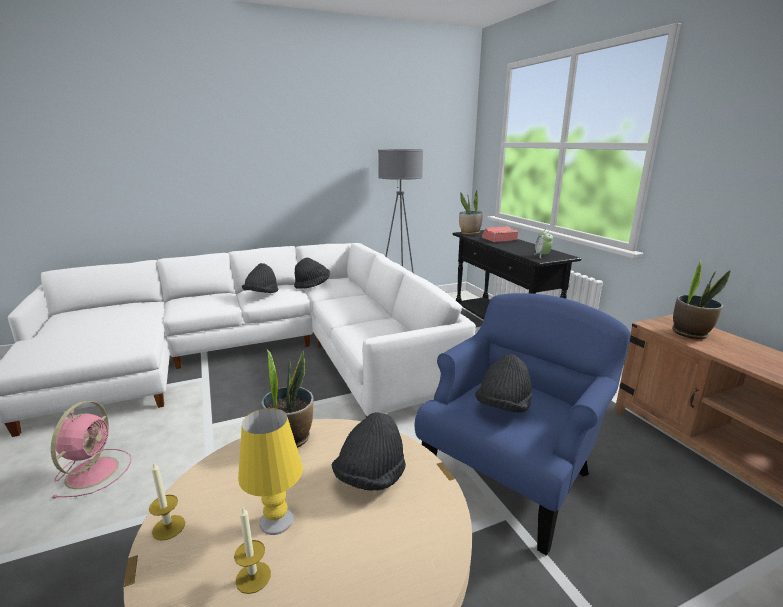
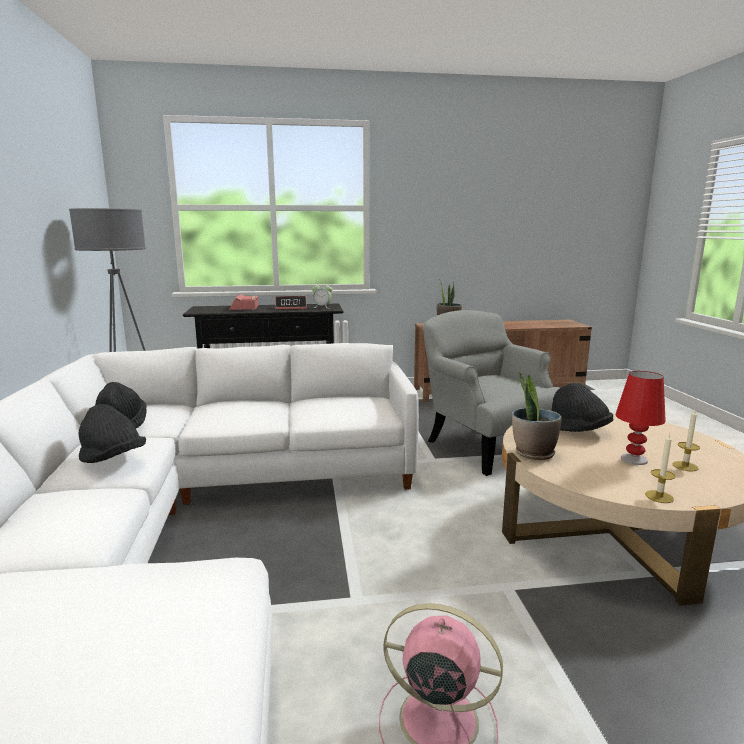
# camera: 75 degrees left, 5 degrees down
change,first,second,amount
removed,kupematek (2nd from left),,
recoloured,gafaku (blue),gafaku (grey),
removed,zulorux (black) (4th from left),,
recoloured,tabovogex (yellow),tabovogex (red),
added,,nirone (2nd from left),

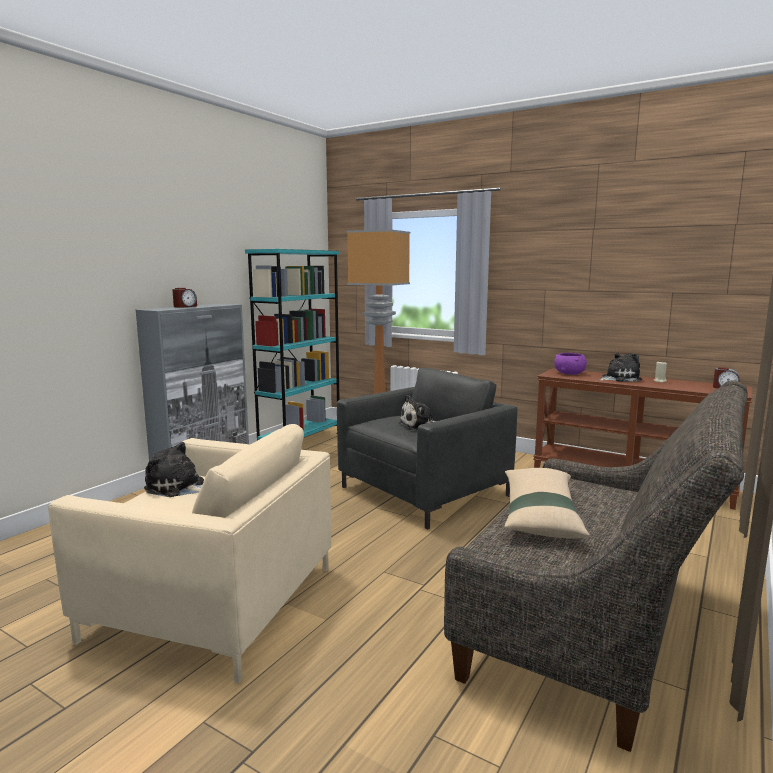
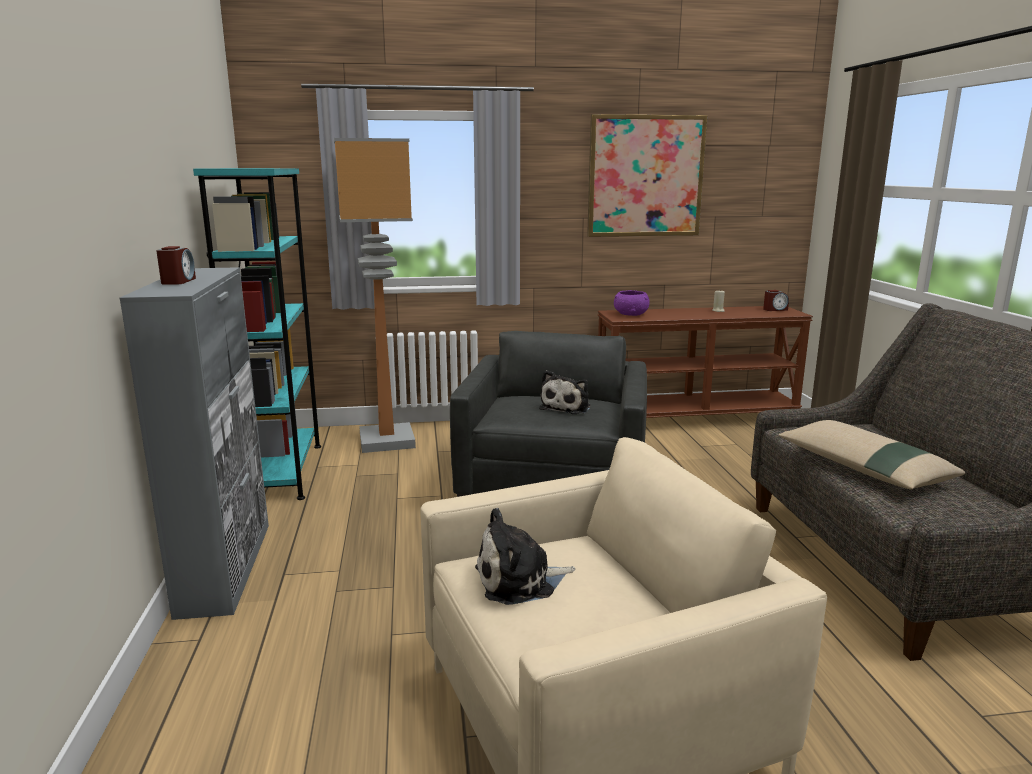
# camera: 40 degrees left, 5 degrees up
change,first,second,amount
removed,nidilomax (3rd from left),,
added,,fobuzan,

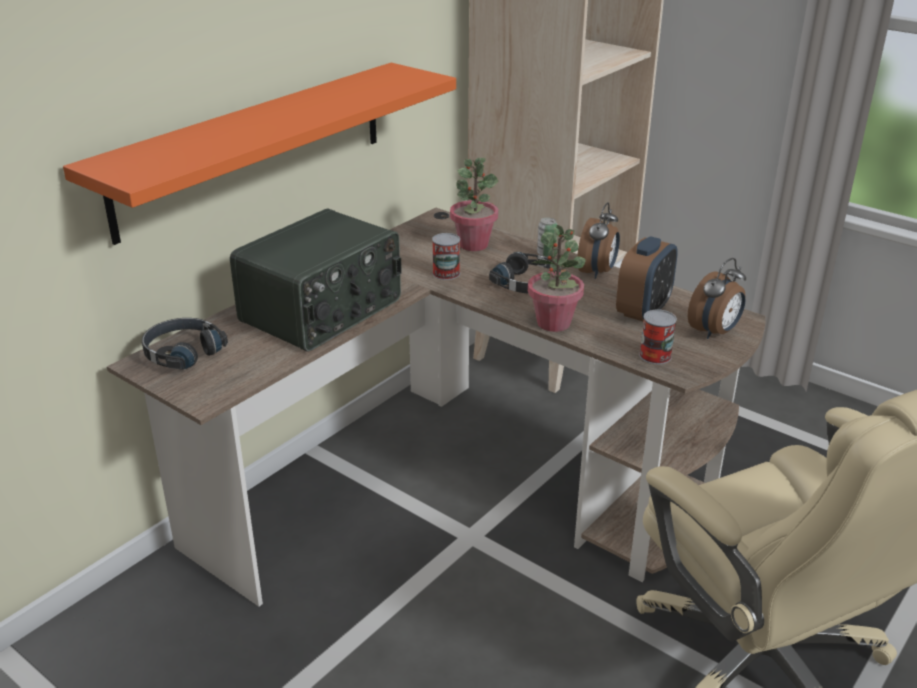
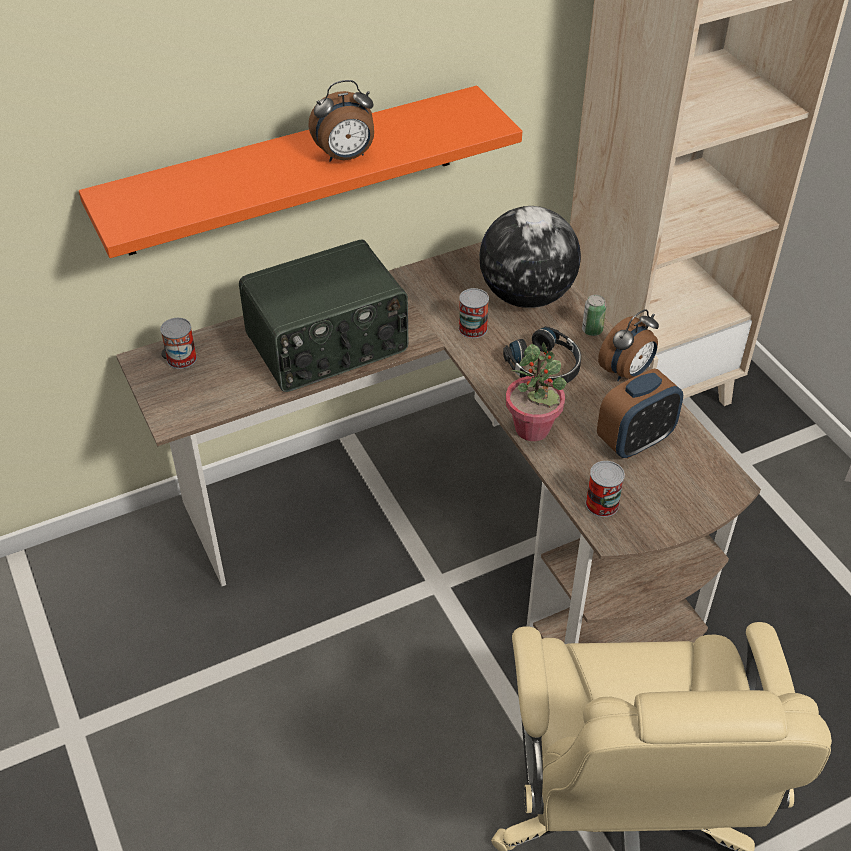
# camera: 25 degrees right, 15 degrees up
change,first,second,amount
replaced,kupematek (1st from left),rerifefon,
moved,nirone (3rd from left in the first image),nirone (1st from left),
replaced,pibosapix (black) (1st from left),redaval (1st from left),

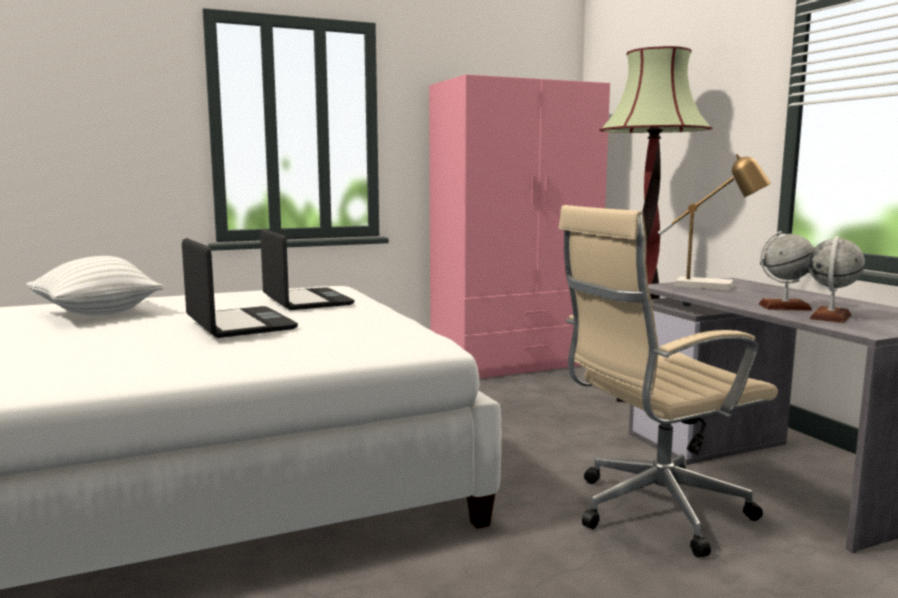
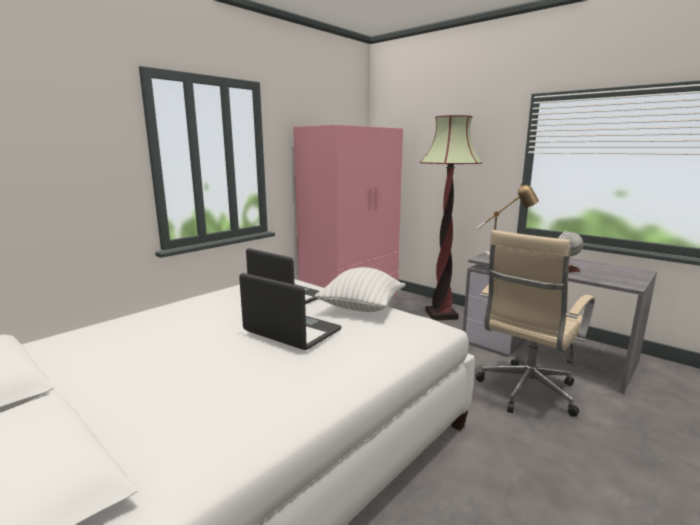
# camera: 25 degrees left, 5 degrees up
change,first,second,amount
removed,rerifefon (2nd from left),,
moved,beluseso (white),,

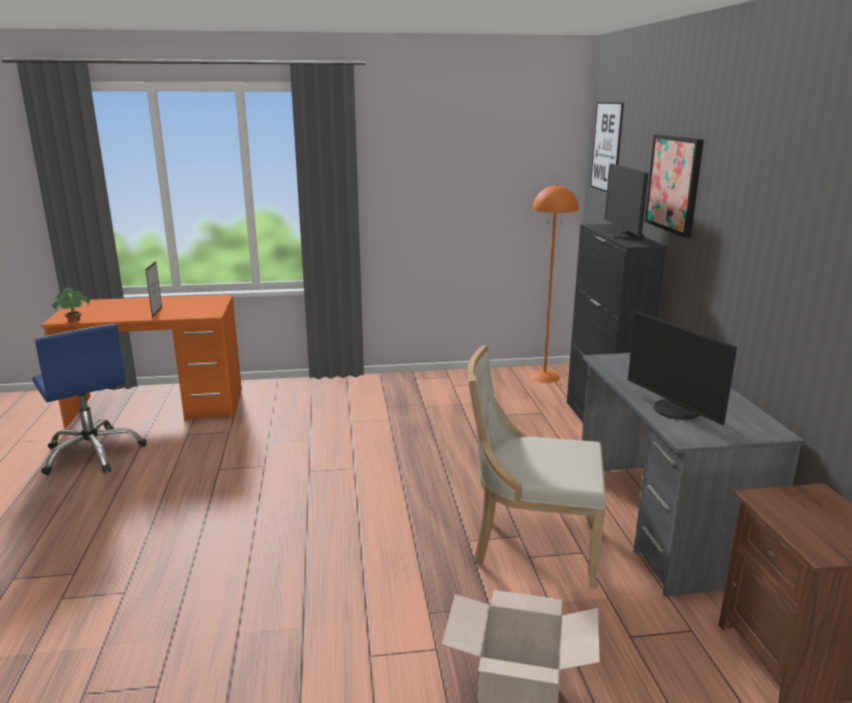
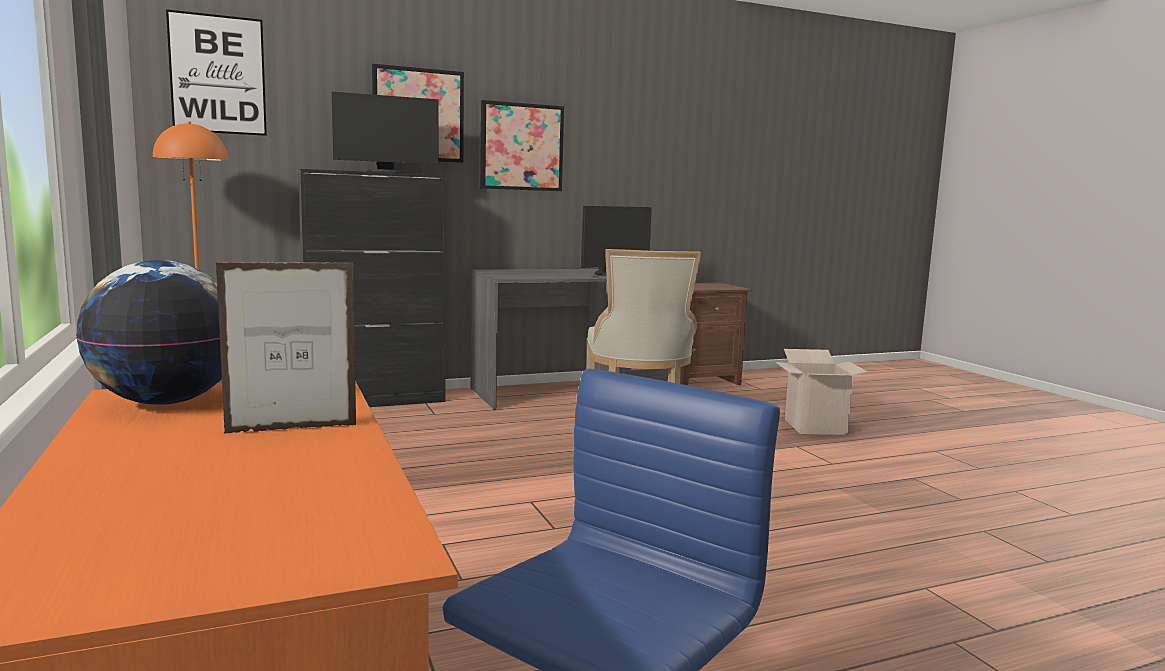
# camera: 105 degrees left, 10 degrees down
change,first,second,amount
removed,kupematek,,
added,,fobuzan (3rd from left),
added,,rerifefon,

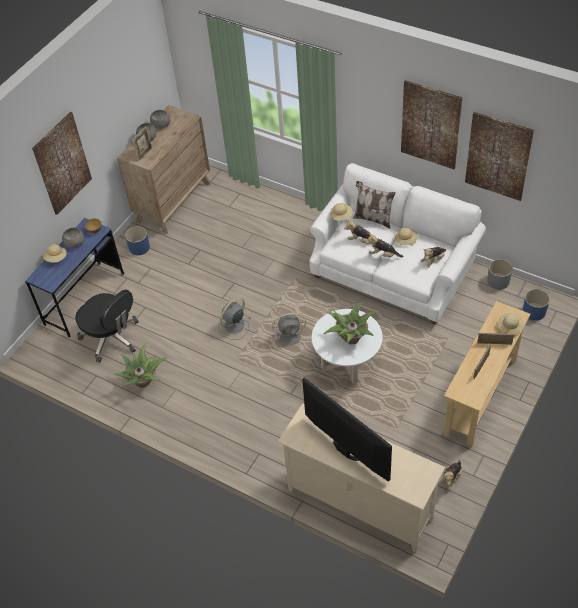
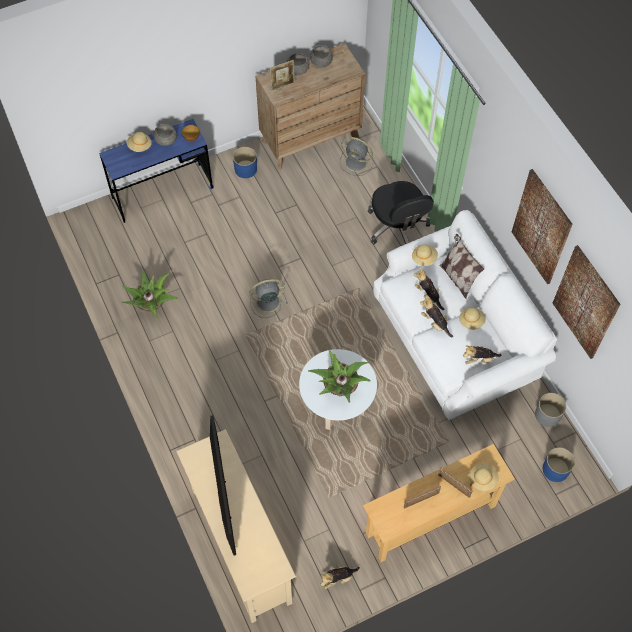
# camera: 30 degrees right, 10 degrees up
change,first,second,amount
removed,fobuzan (1st from left),,
moved,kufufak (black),,
moved,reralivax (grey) (2nd from left),,

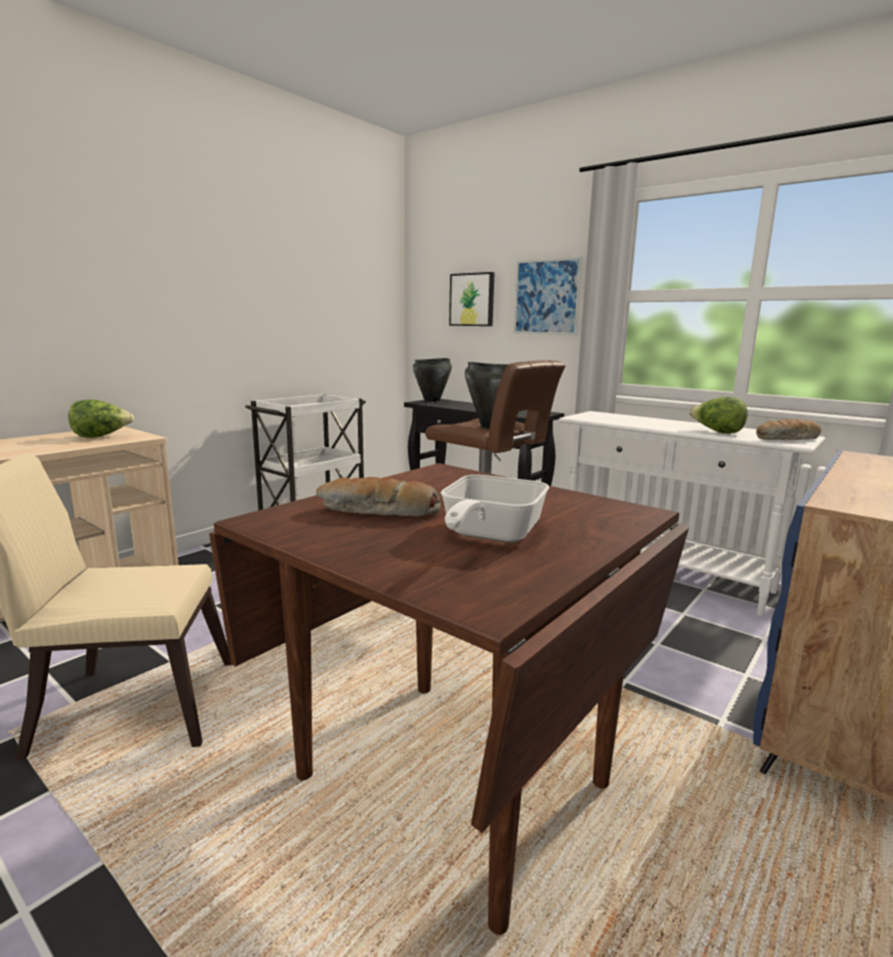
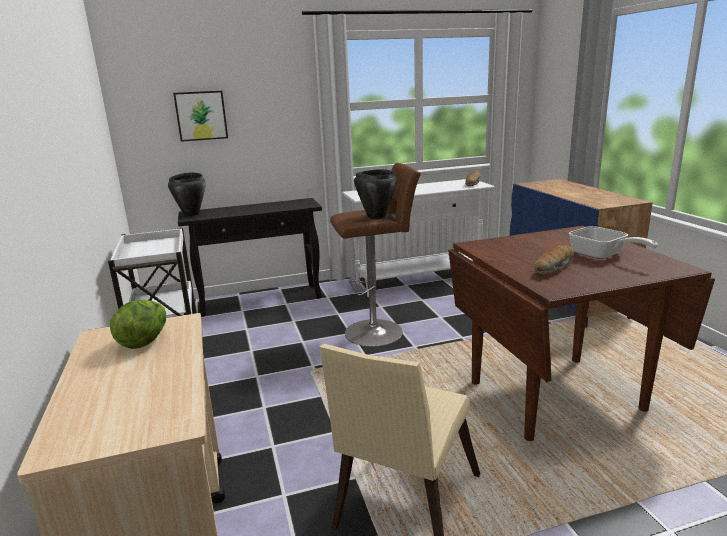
# camera: 55 degrees left, 5 degrees up
change,first,second,amount
removed,fobuzan (2nd from left),,
removed,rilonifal (2nd from left),,

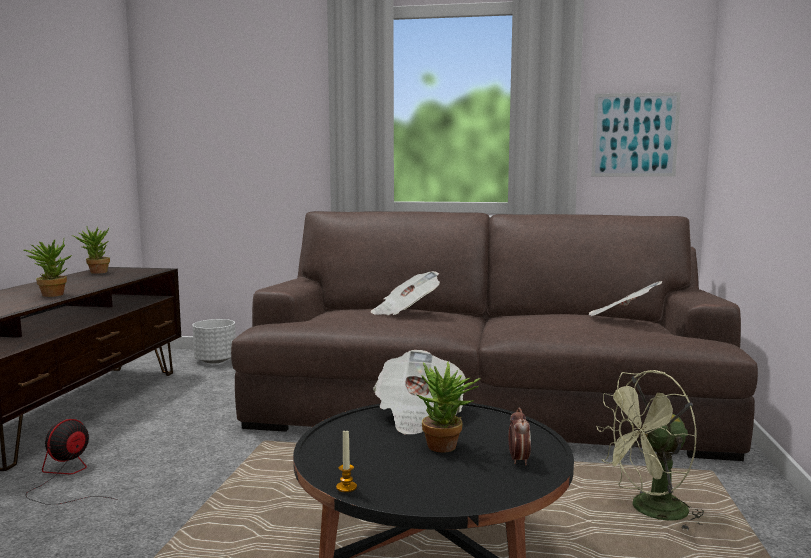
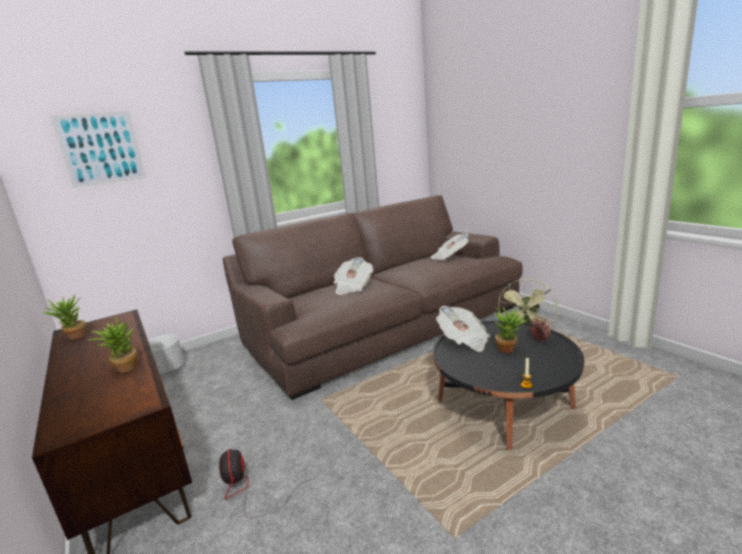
# camera: 40 degrees left, 10 degrees up
change,first,second,amount
moved,fobuzan,,

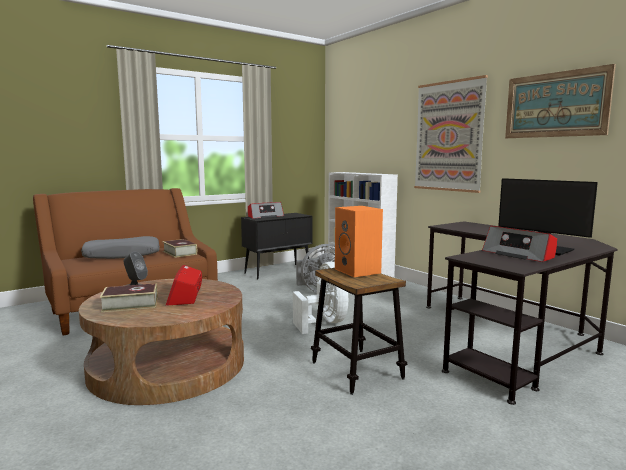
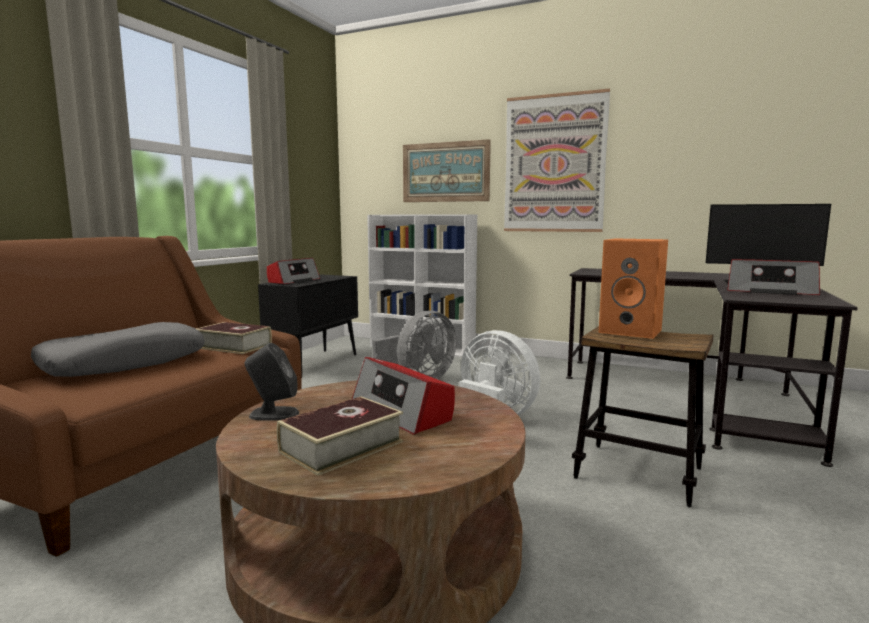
# camera: 30 degrees left, 0 degrees up
change,first,second,amount
moved,fobuzan (2nd from left in the first image),fobuzan (1st from left),

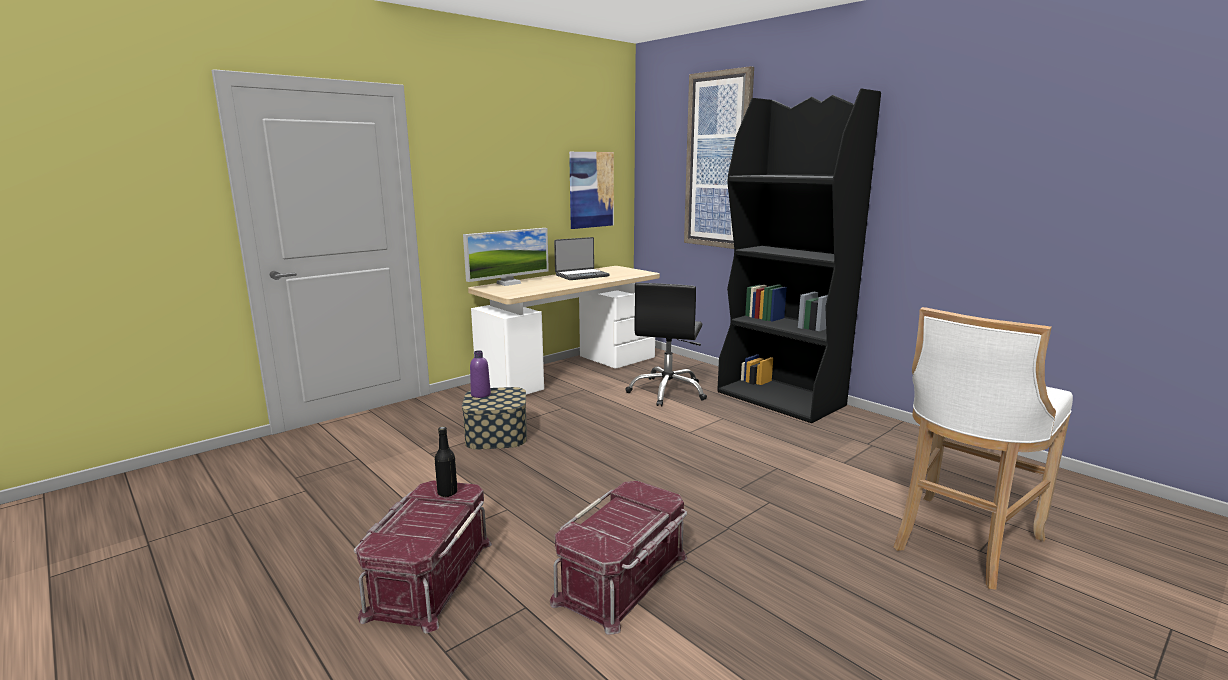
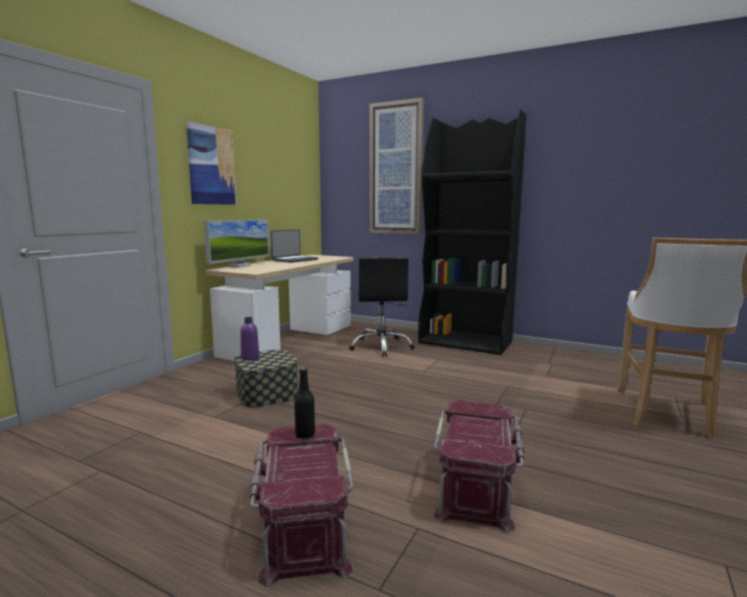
# camera: 20 degrees left, 5 degrees down
change,first,second,amount
moved,fobuzan (1st from left),,

